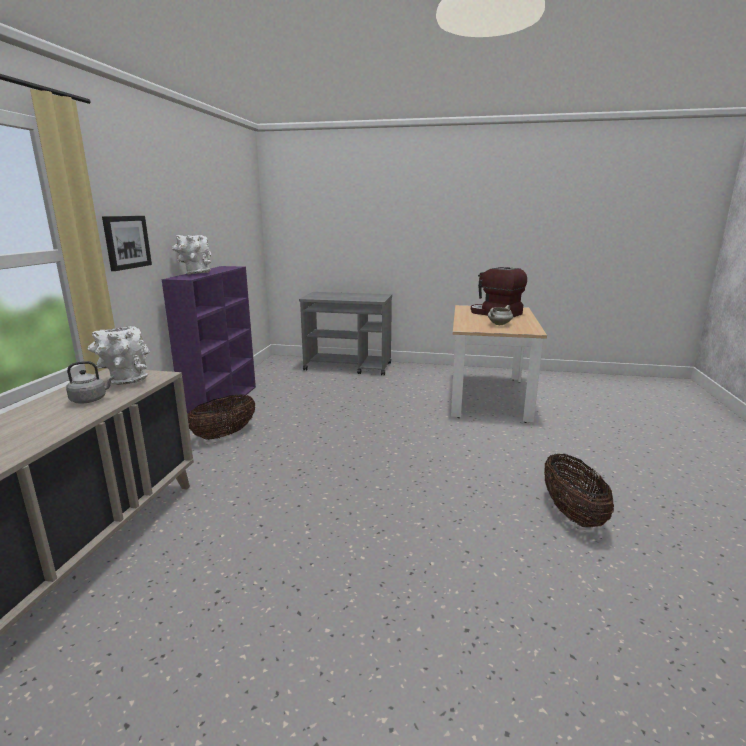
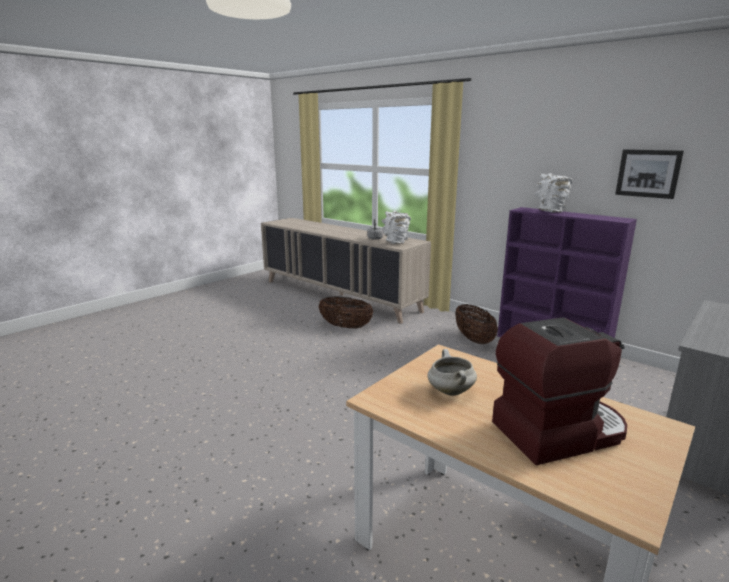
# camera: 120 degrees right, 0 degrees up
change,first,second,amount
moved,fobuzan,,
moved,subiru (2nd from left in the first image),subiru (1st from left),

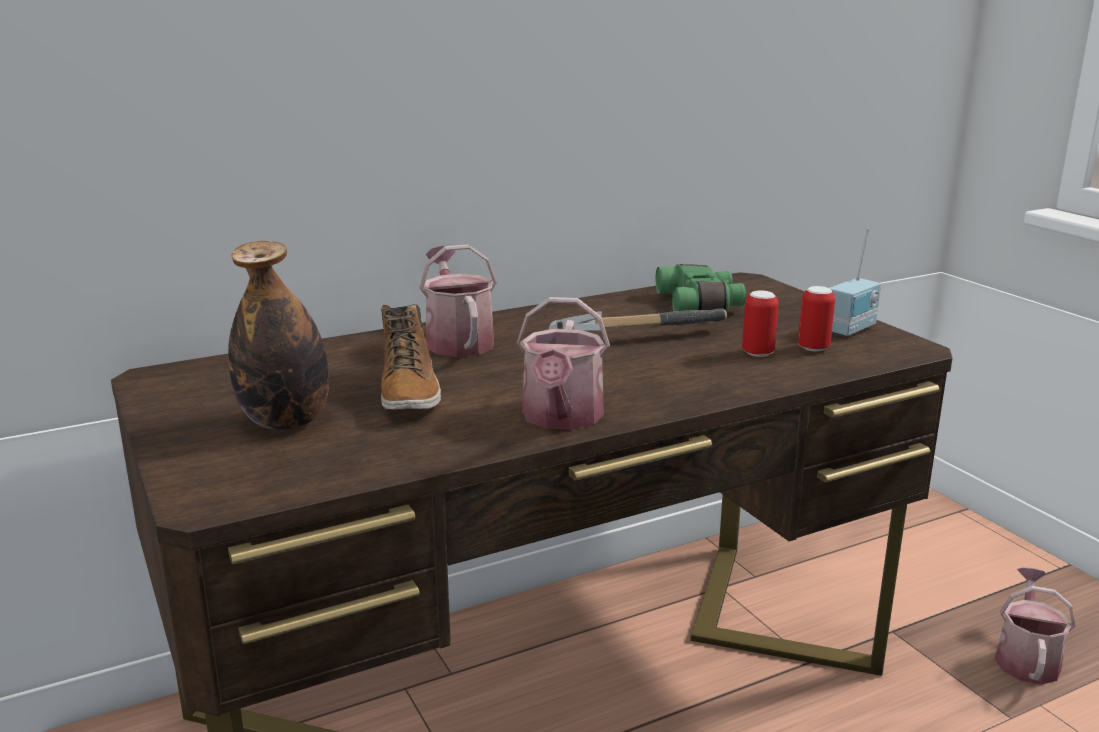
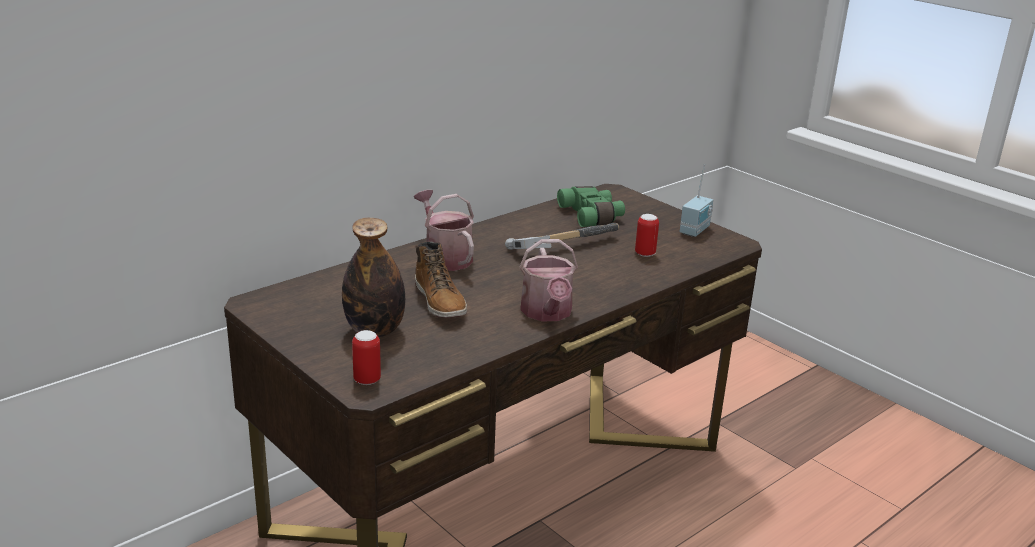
# camera: 15 degrees left, 5 degrees up
change,first,second,amount
moved,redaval (2nd from left in the first image),redaval (1st from left),
removed,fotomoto (3rd from left),,

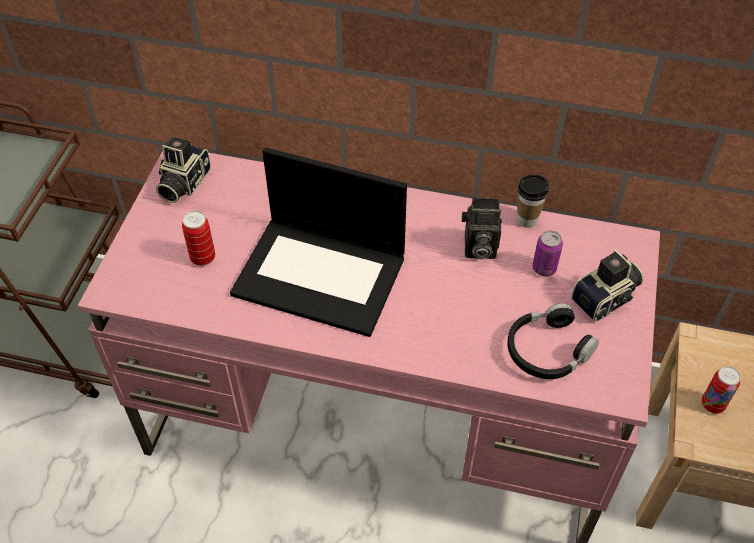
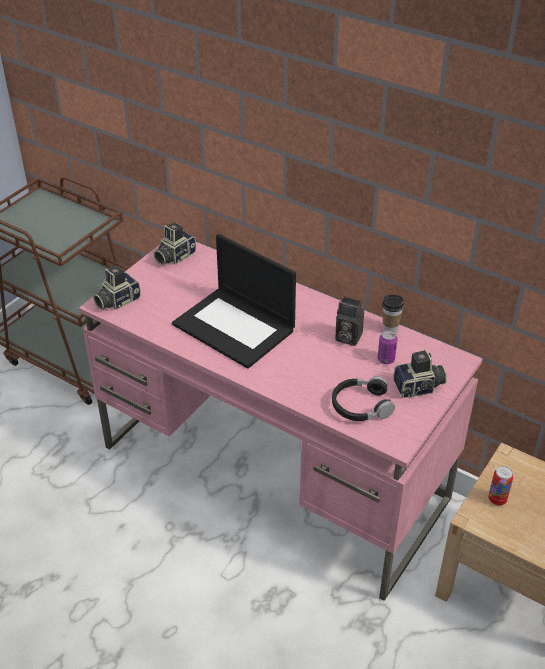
# camera: 20 degrees right, 10 degrees down
change,first,second,amount
removed,redaval (1st from left),,
added,,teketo (1st from left),

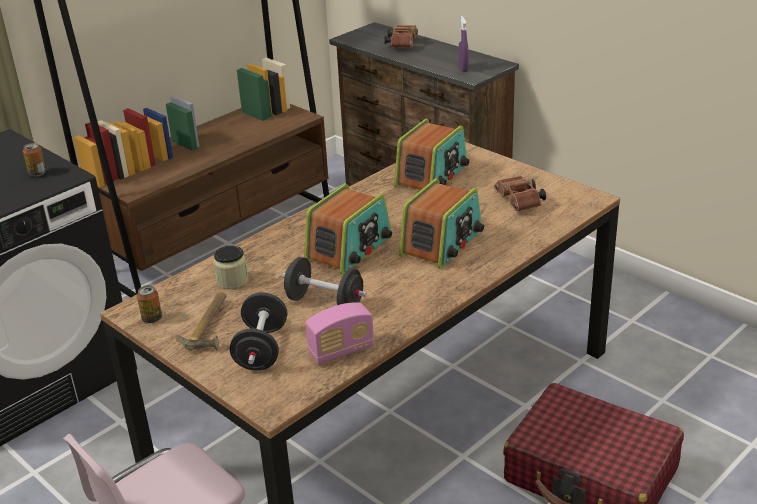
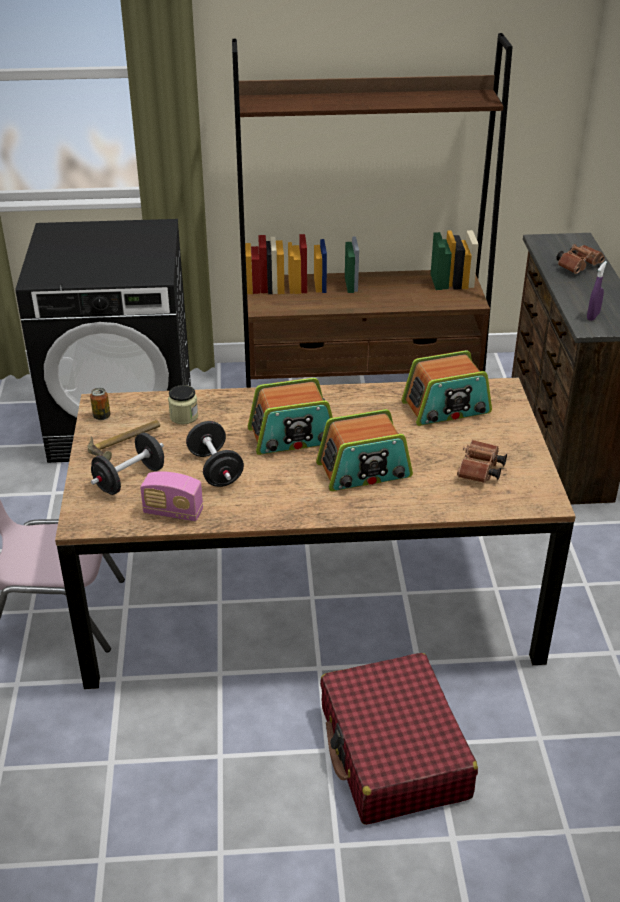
# camera: 40 degrees right, 5 degrees up
change,first,second,amount
removed,redaval (1st from left),,

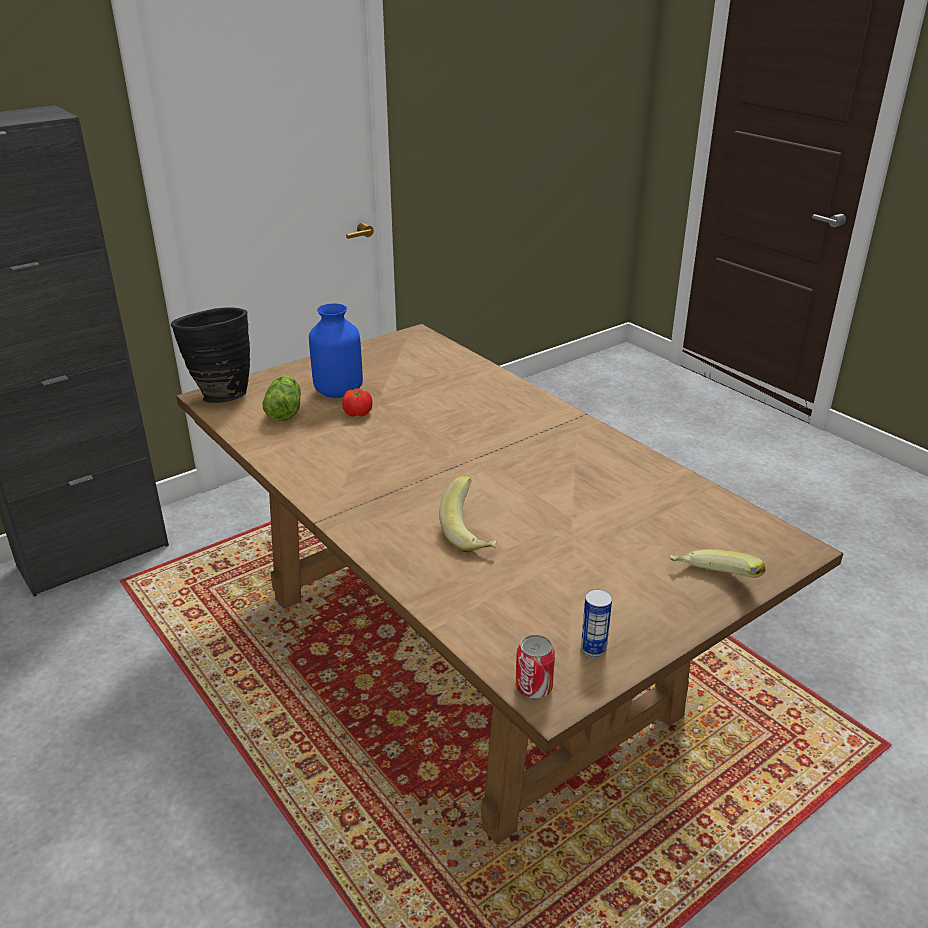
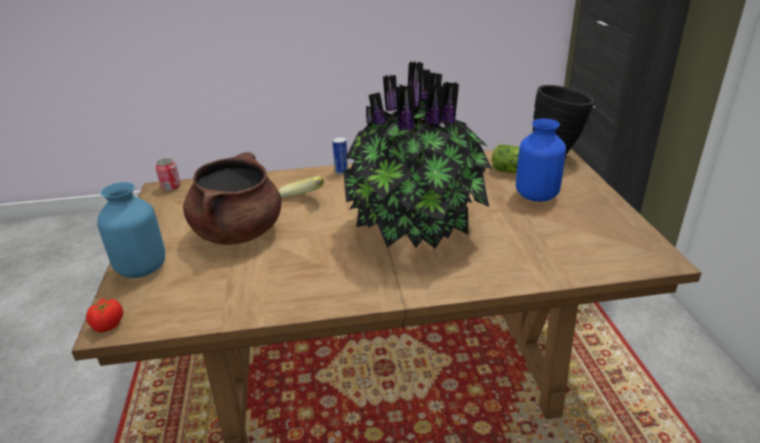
# camera: 120 degrees right, 0 degrees up
change,first,second,amount
moved,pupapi,,
replaced,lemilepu (2nd from left),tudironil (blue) (1st from left),
moved,redaval (2nd from left),,
added,,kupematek,
added,,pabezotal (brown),

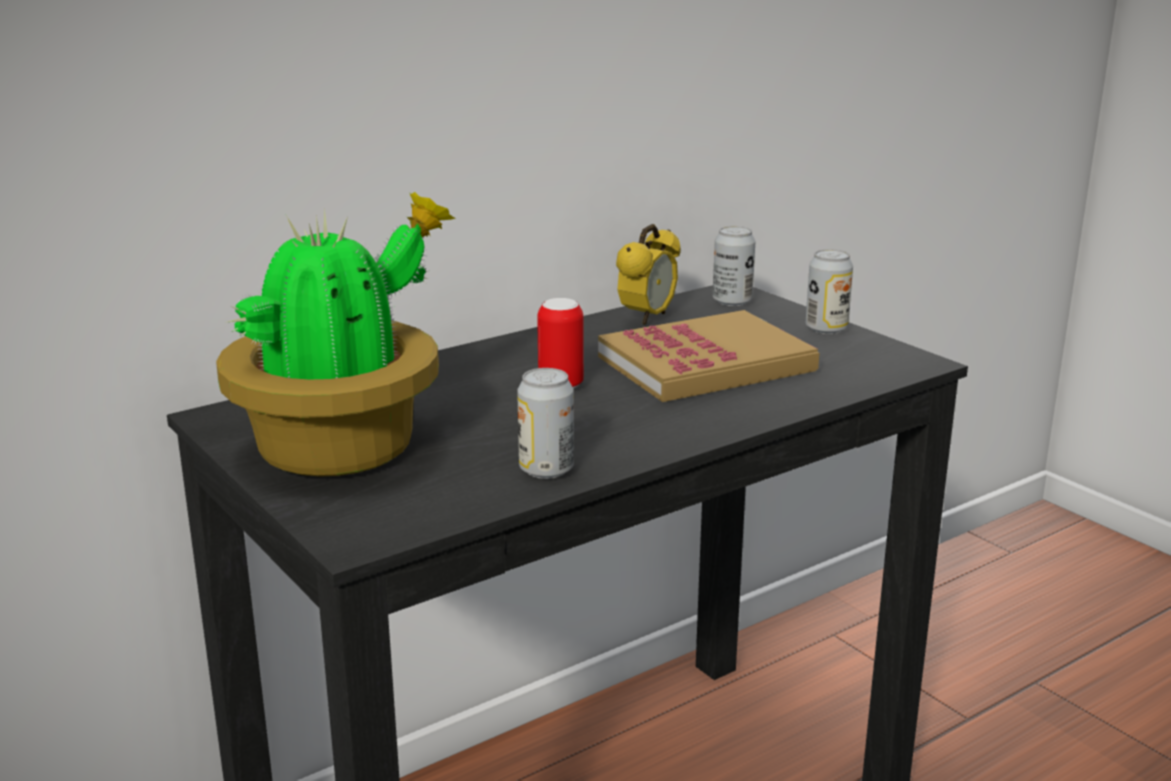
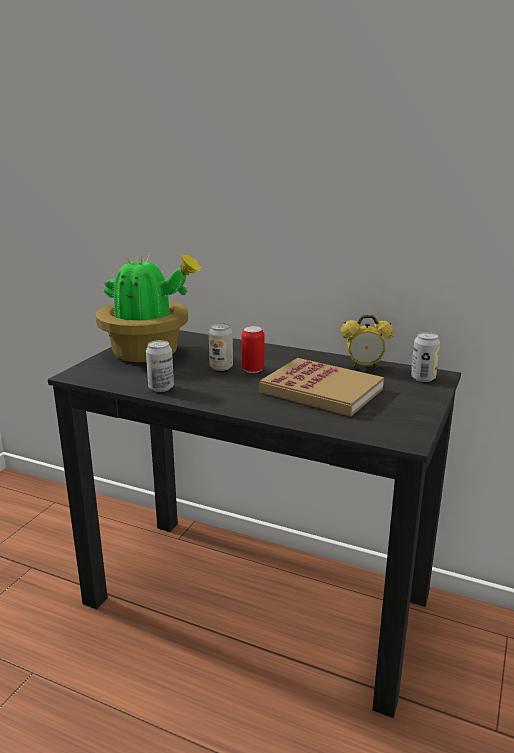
# camera: 60 degrees right, 0 degrees up
change,first,second,amount
moved,redaval (4th from left in the first image),redaval (2nd from left),

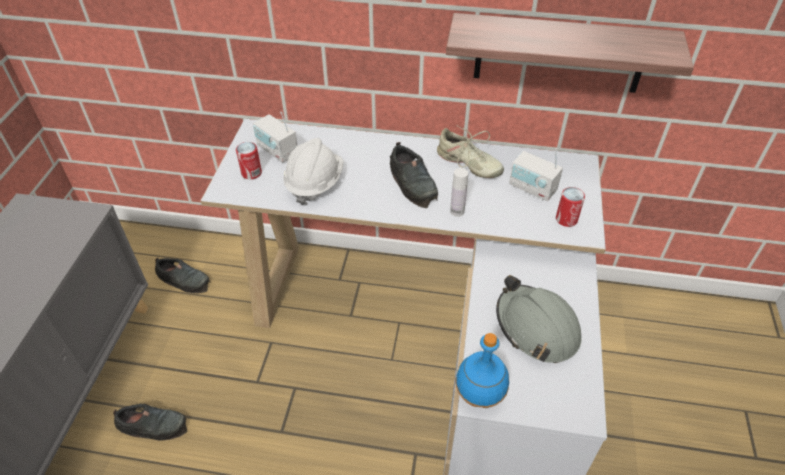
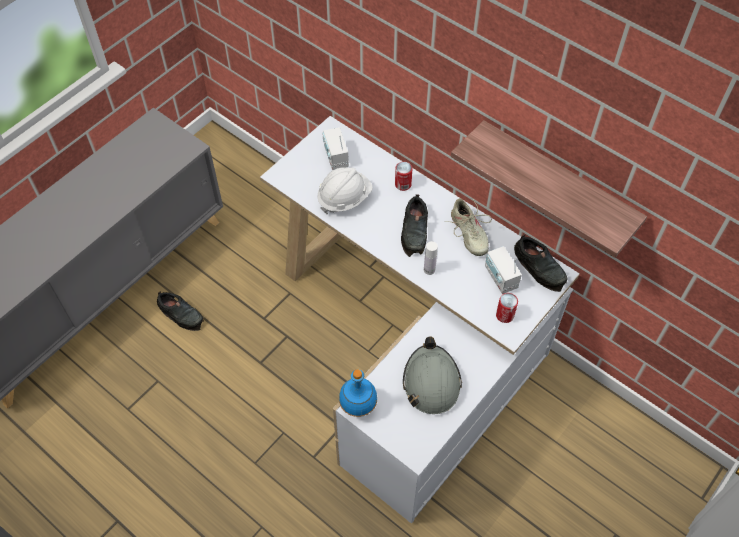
# camera: 30 degrees right, 10 degrees up
change,first,second,amount
moved,redaval (1st from left),,
moved,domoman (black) (2nd from left in the first image),domoman (black) (3rd from left),

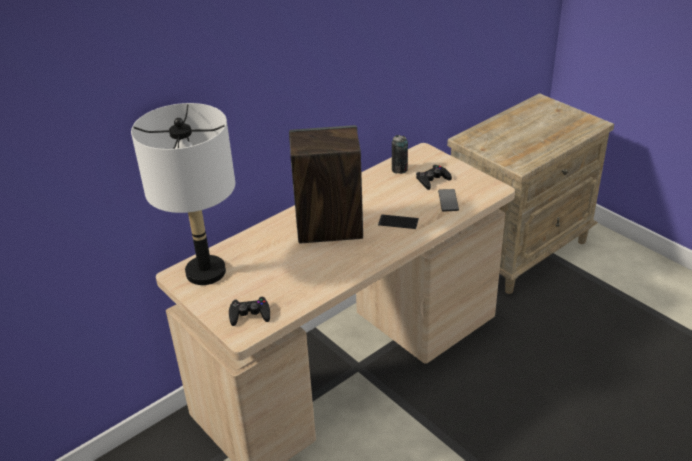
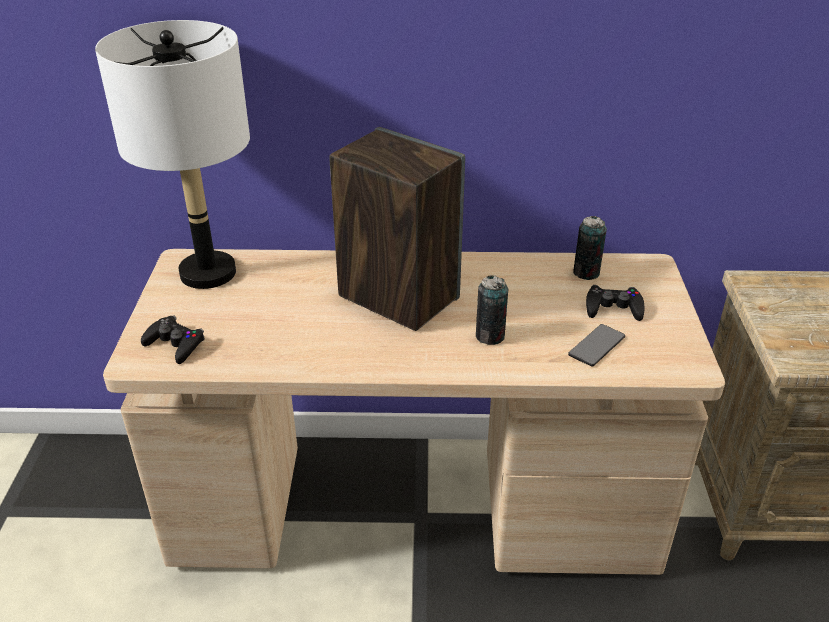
# camera: 40 degrees right, 0 degrees up
change,first,second,amount
replaced,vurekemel (1st from left),redaval (1st from left),

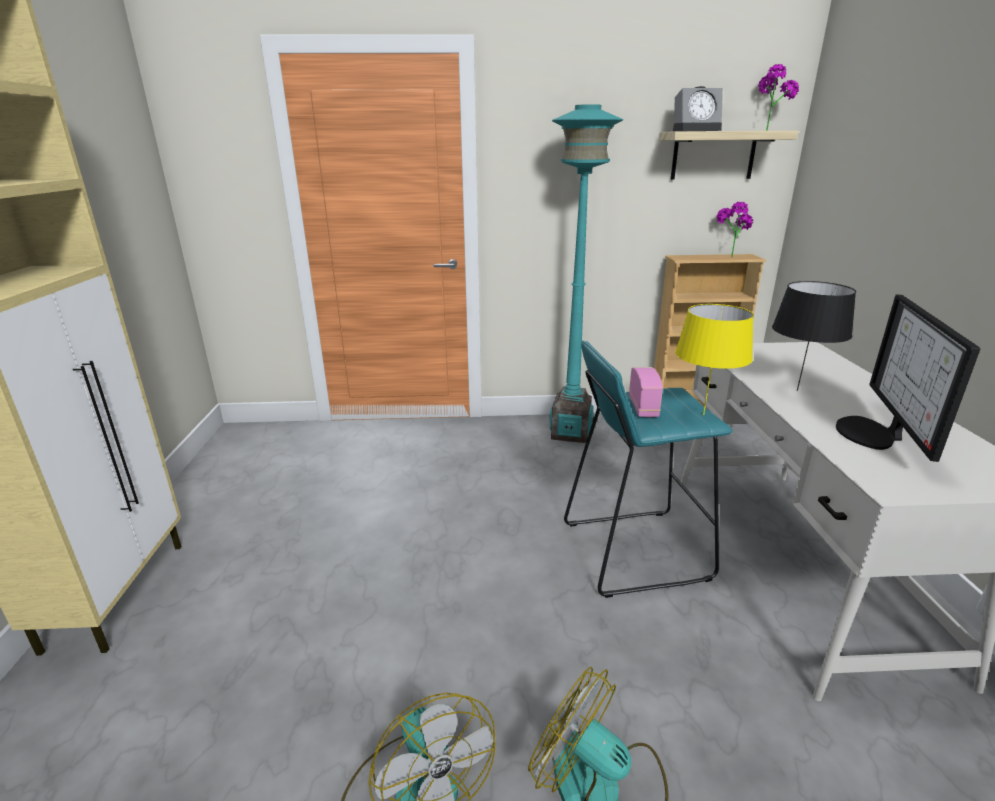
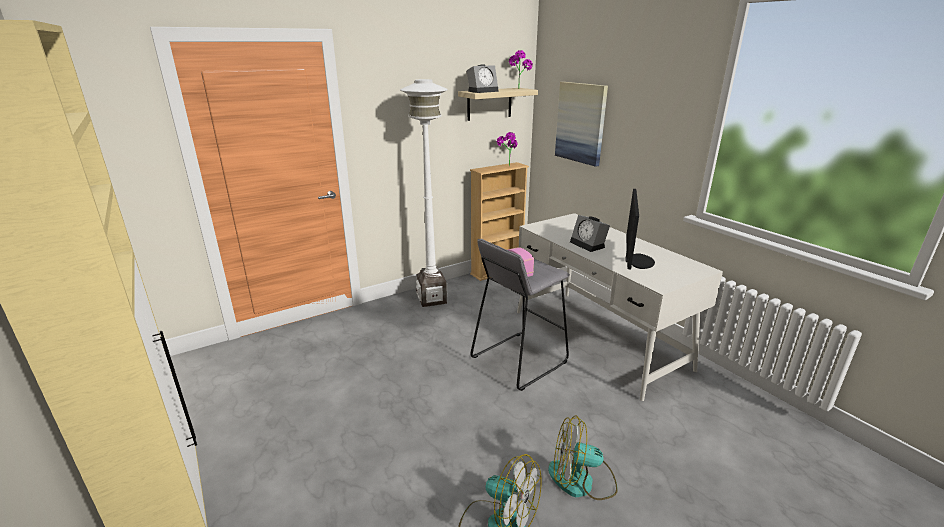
# camera: 30 degrees left, 0 degrees up
change,first,second,amount
recoloured,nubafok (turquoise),nubafok (white),
replaced,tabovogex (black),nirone (2nd from left),
turned,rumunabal,,150 degrees counterclockwise
removed,tabovogex (yellow),,
recoloured,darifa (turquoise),darifa (grey),
added,,fobuzan,

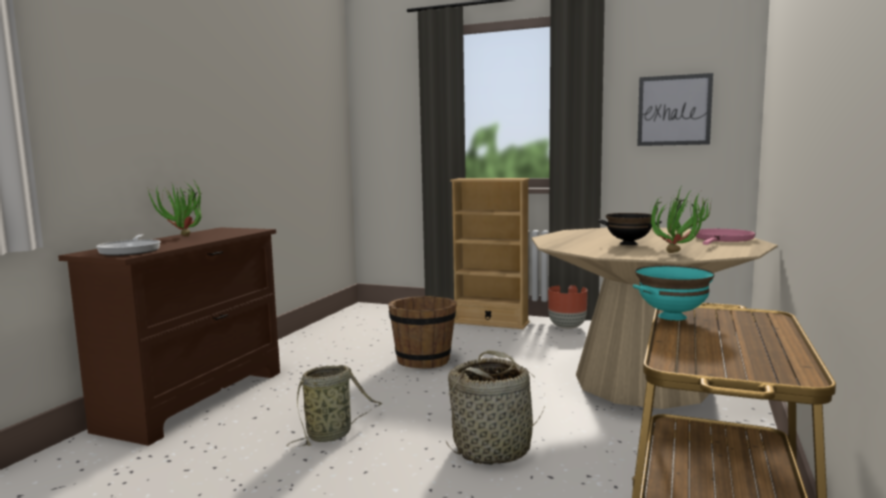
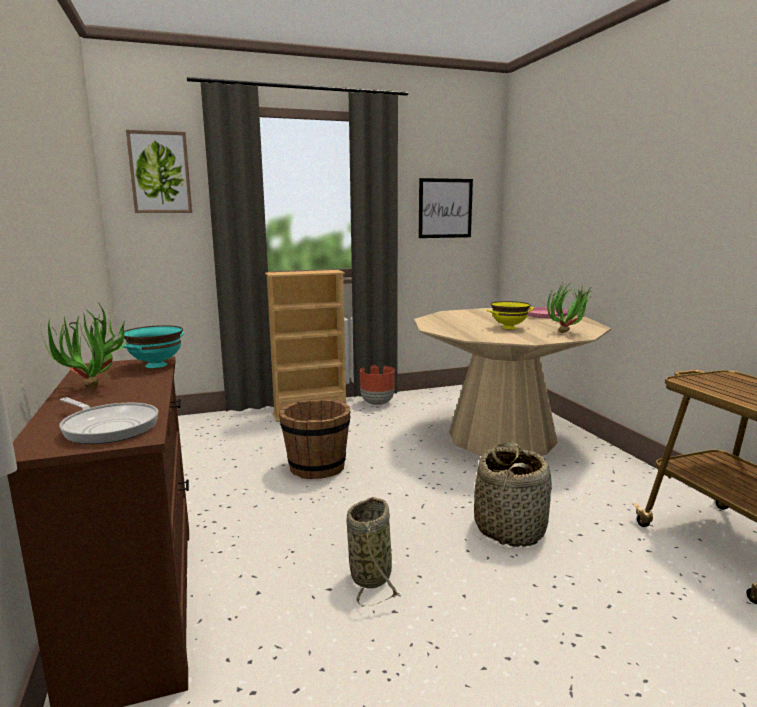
# camera: 40 degrees left, 5 degrees up
change,first,second,amount
recoloured,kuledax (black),kuledax (yellow),
moved,kuledax (turquoise),,
added,,fobuzan (1st from left),

